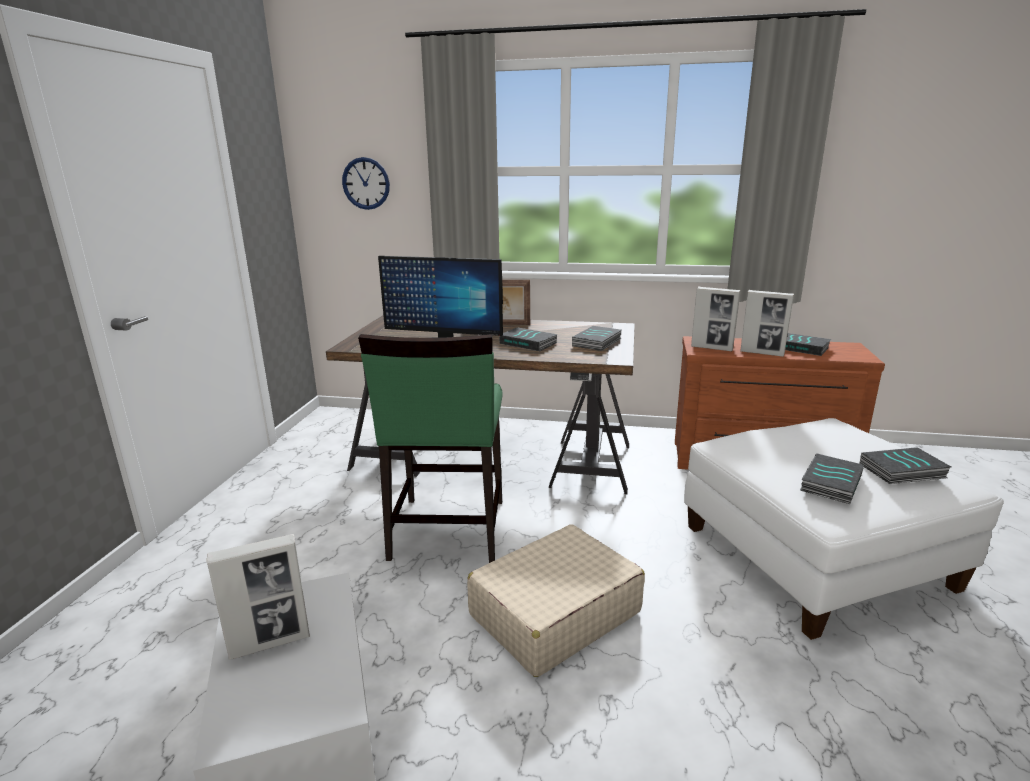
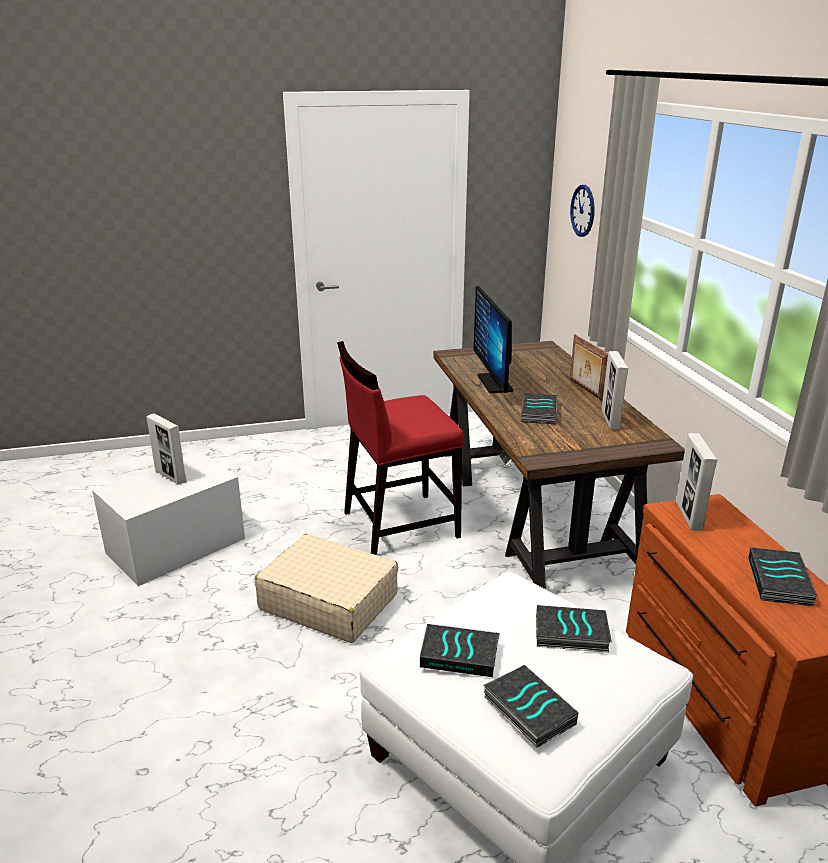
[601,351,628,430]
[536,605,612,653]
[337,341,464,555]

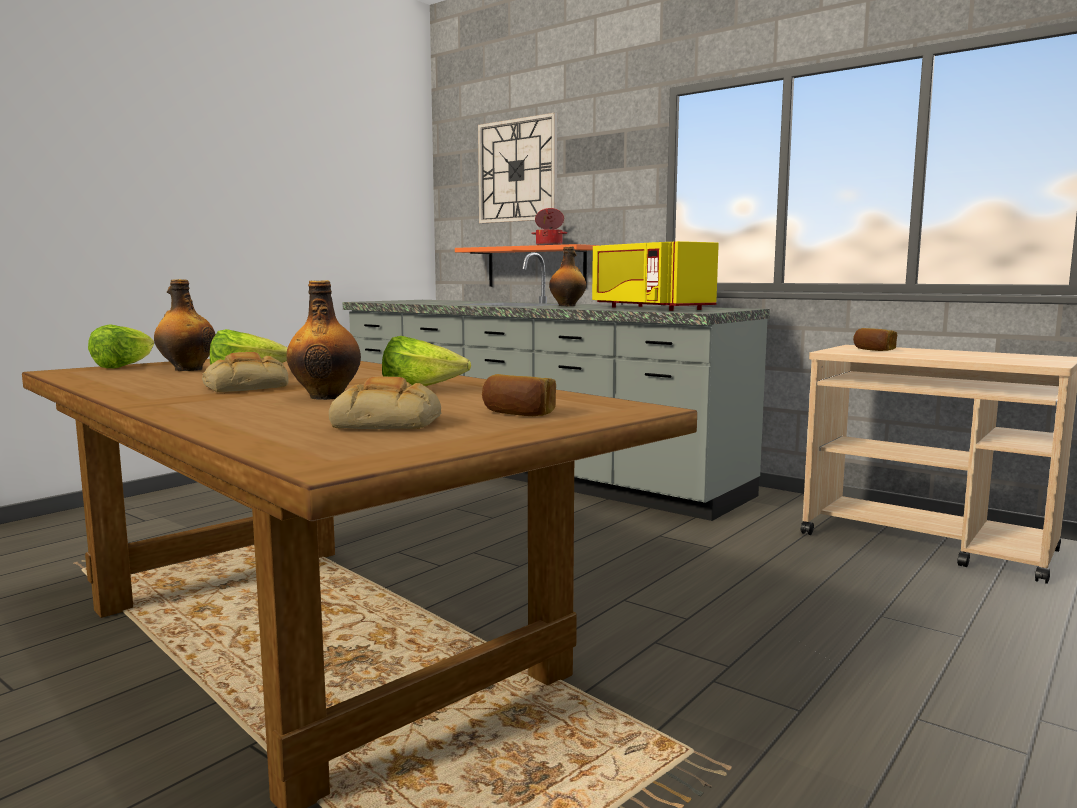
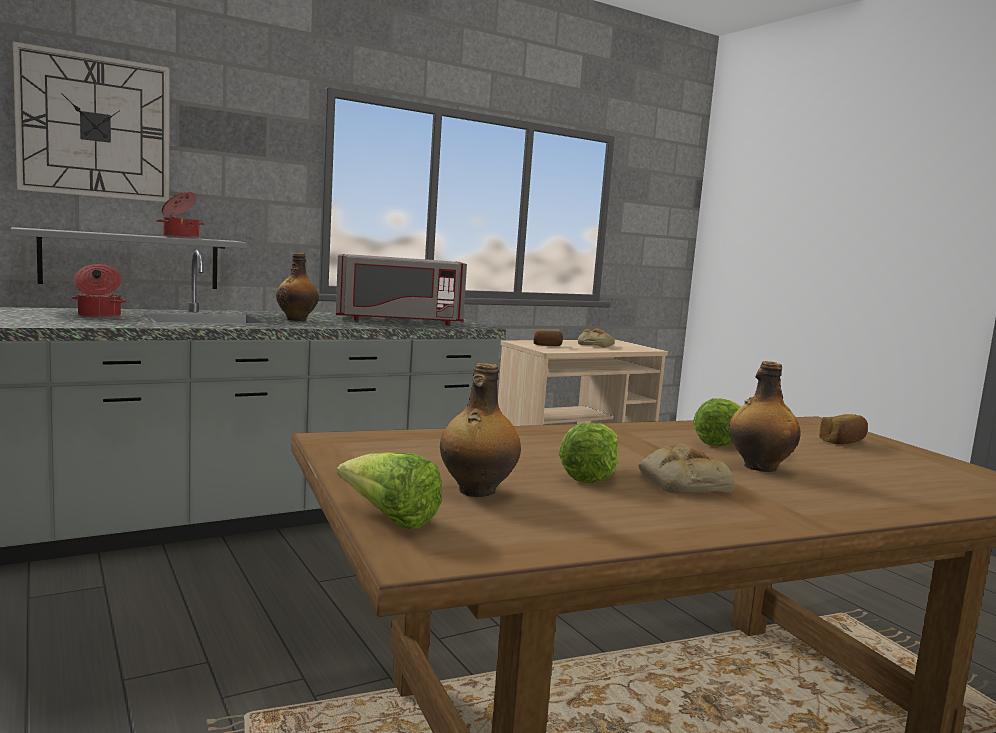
[336,254,467,325]
[11,227,247,289]
[578,328,615,347]
[72,264,126,318]

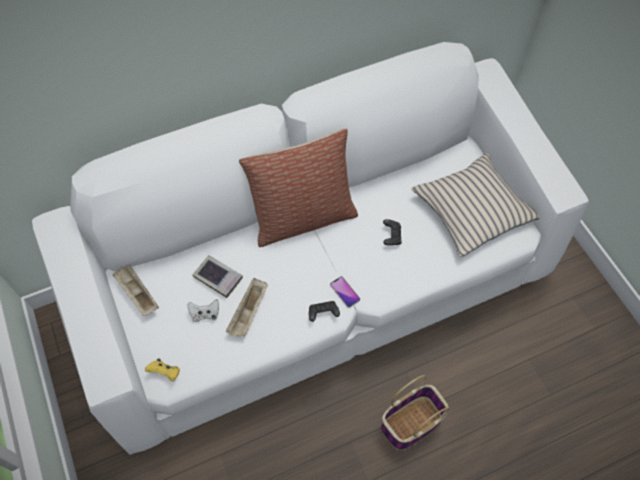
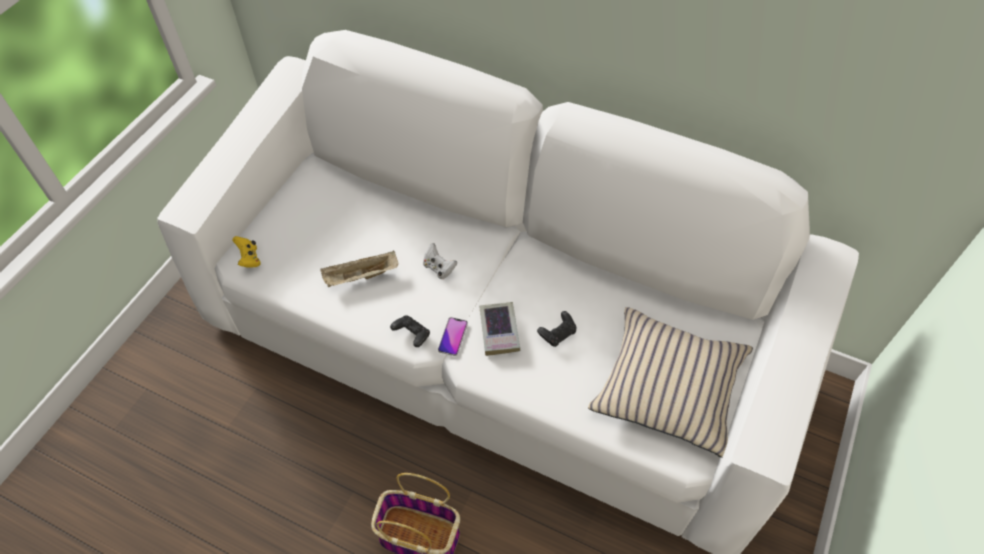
[239,128,358,247] (first image)
[479,302,520,356]
[113,264,159,316] (first image)
[423,243,457,279]

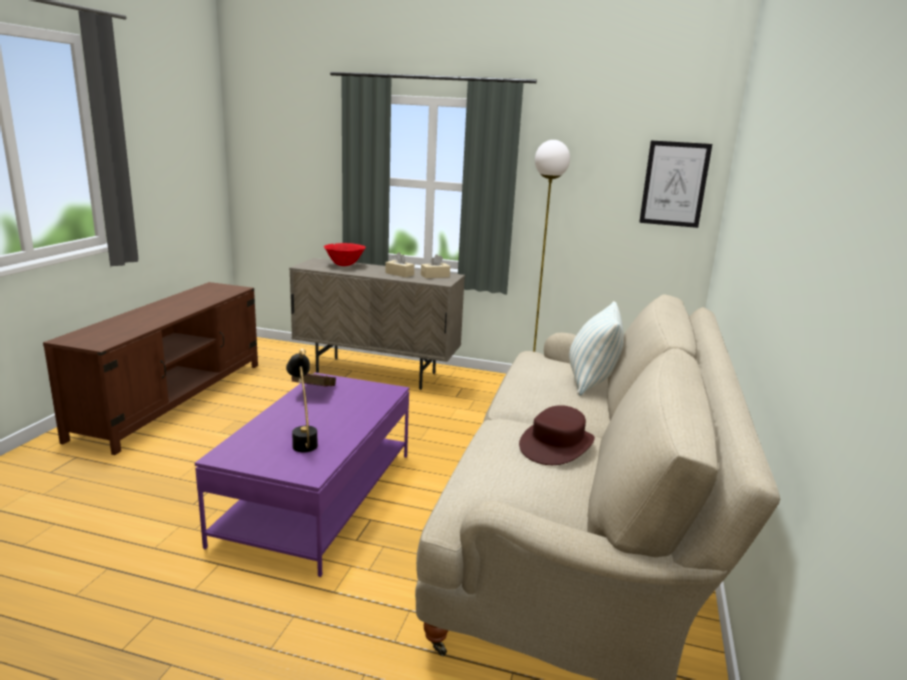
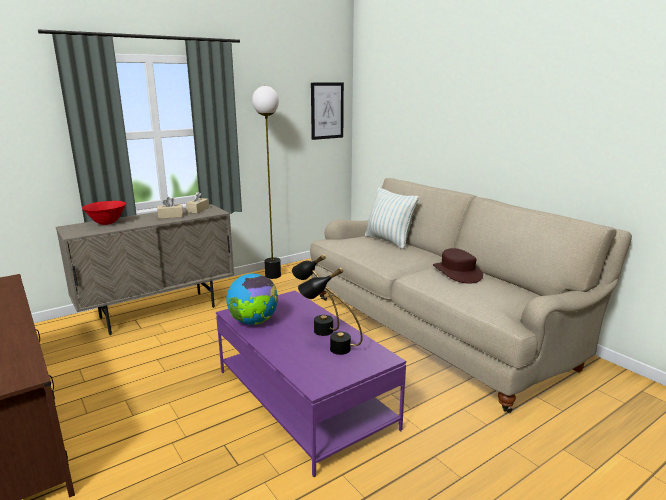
[226,274,278,325]
[292,254,339,336]

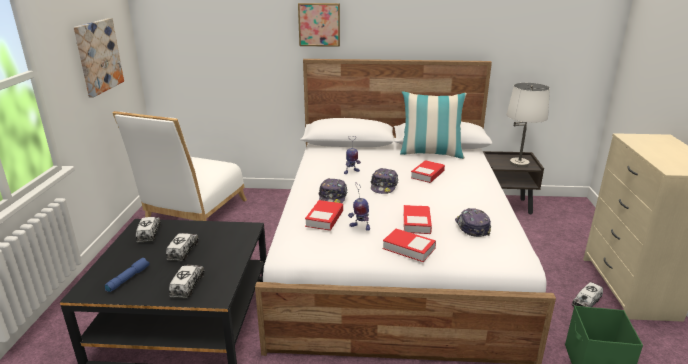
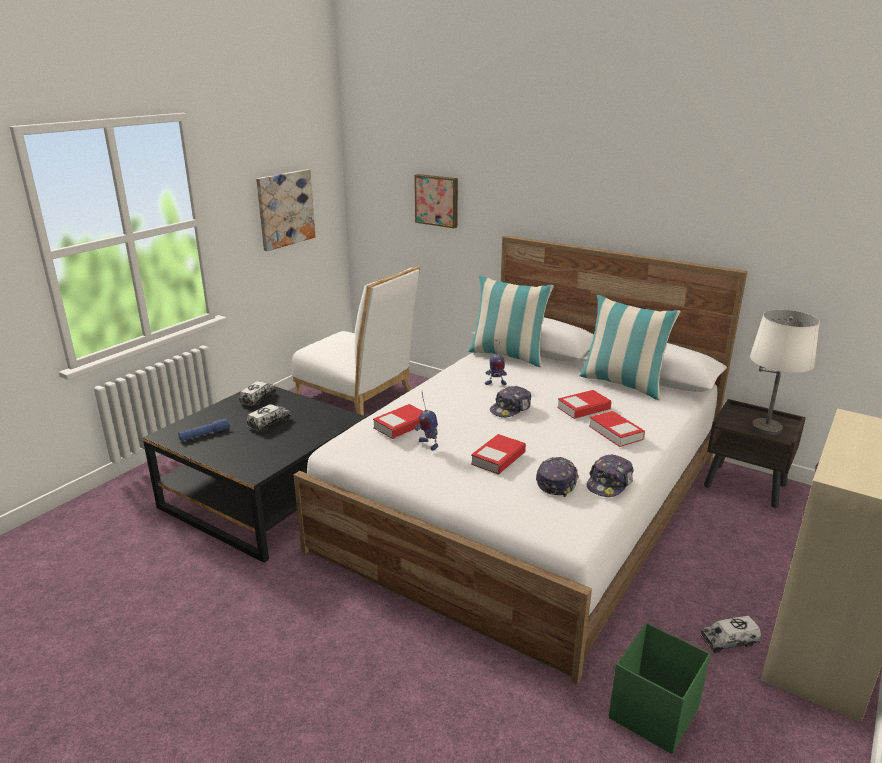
[414,174,458,228]
[292,266,420,416]
[587,454,634,497]
[589,411,645,447]
[169,265,205,298] (first image)
[469,275,554,367]

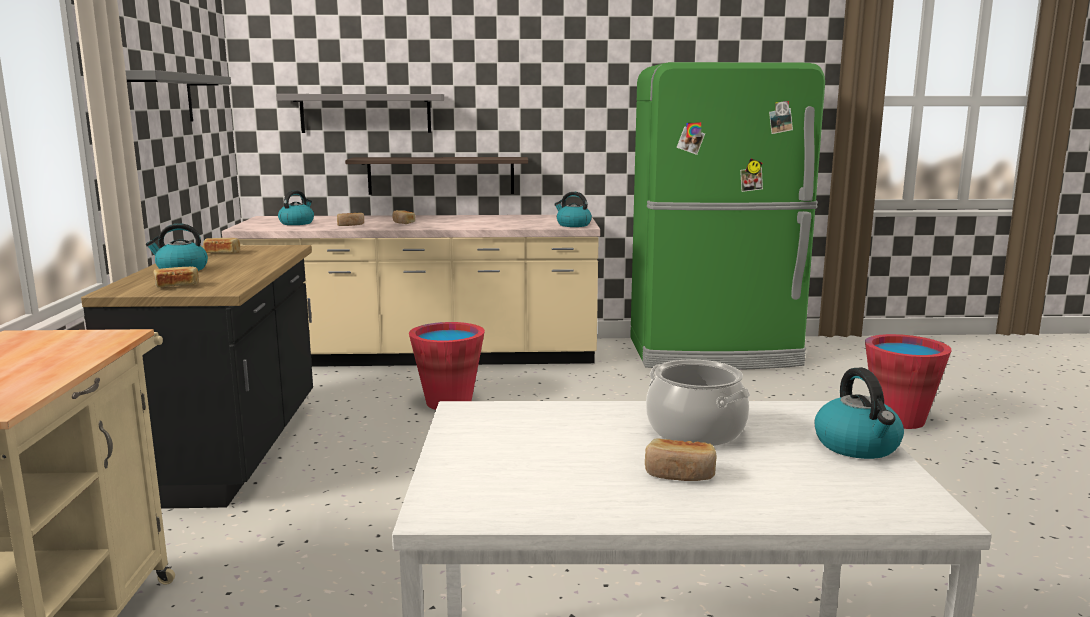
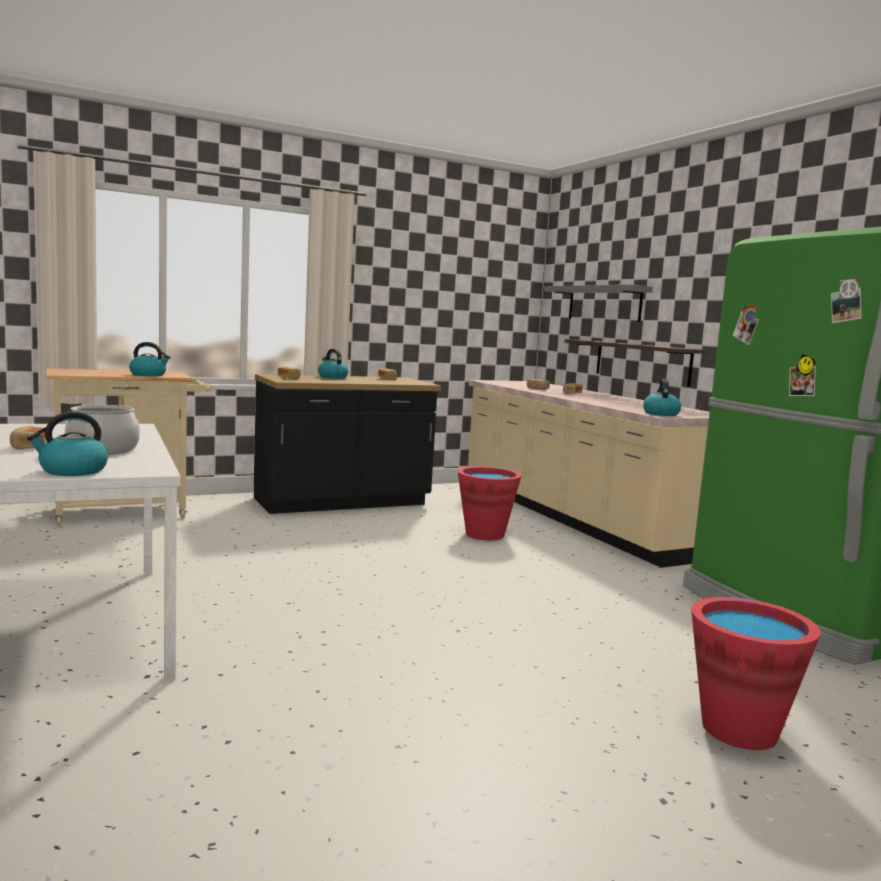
[125,70,231,121] (first image)
[129,342,170,377]

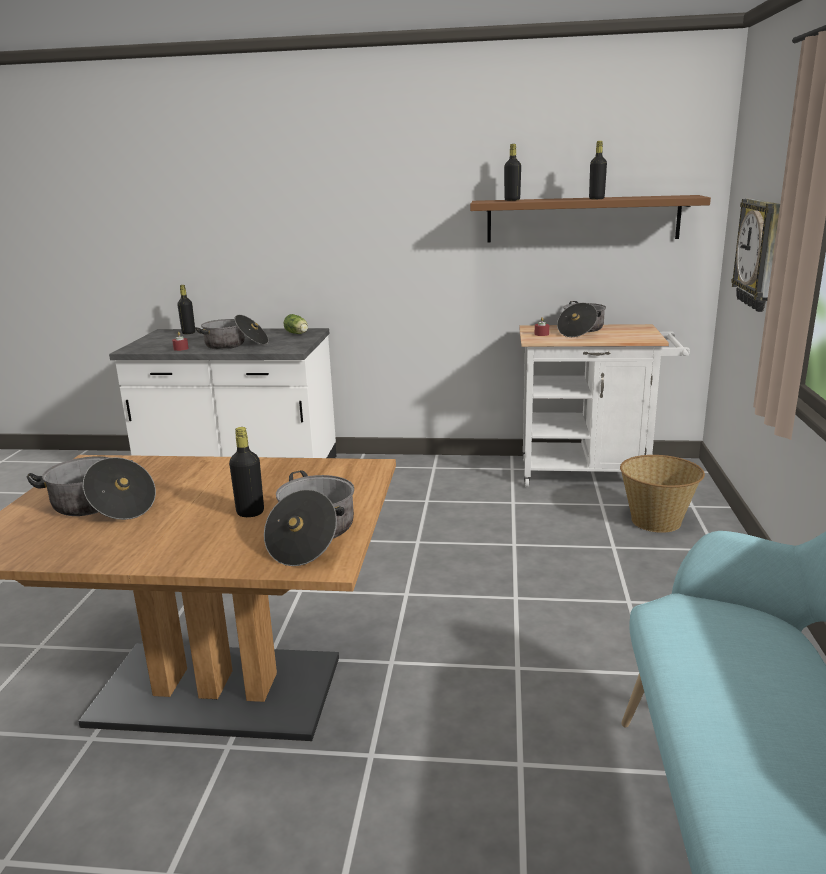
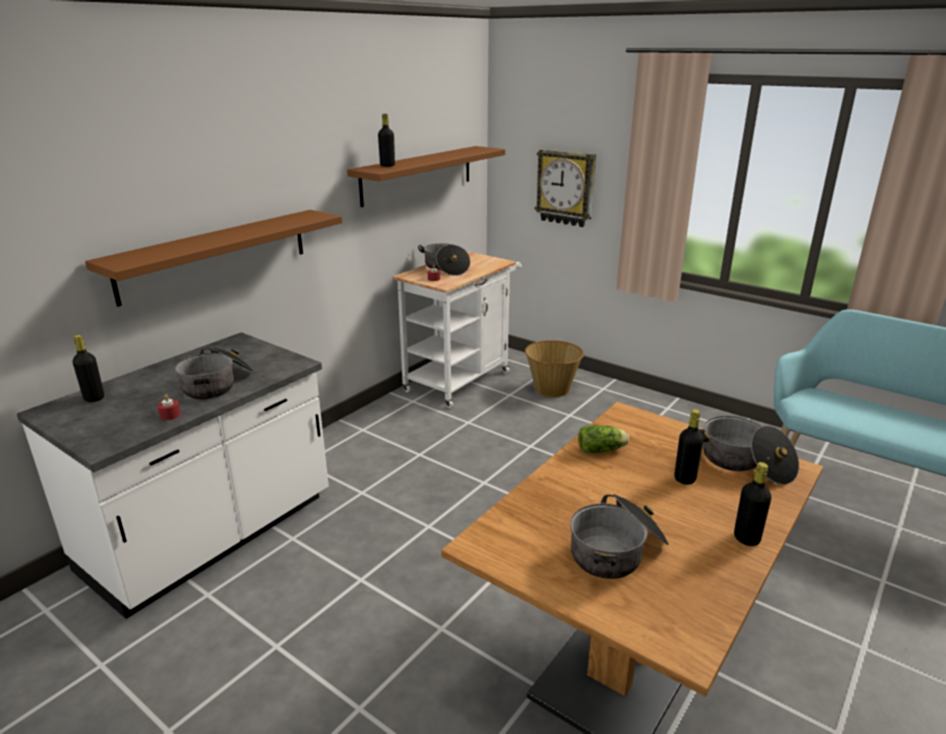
[734,462,772,546]
[578,425,629,453]
[85,210,342,307]

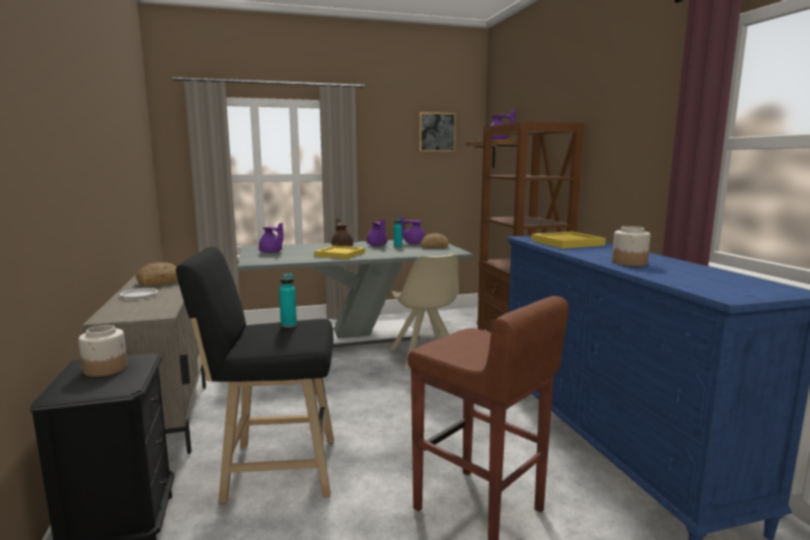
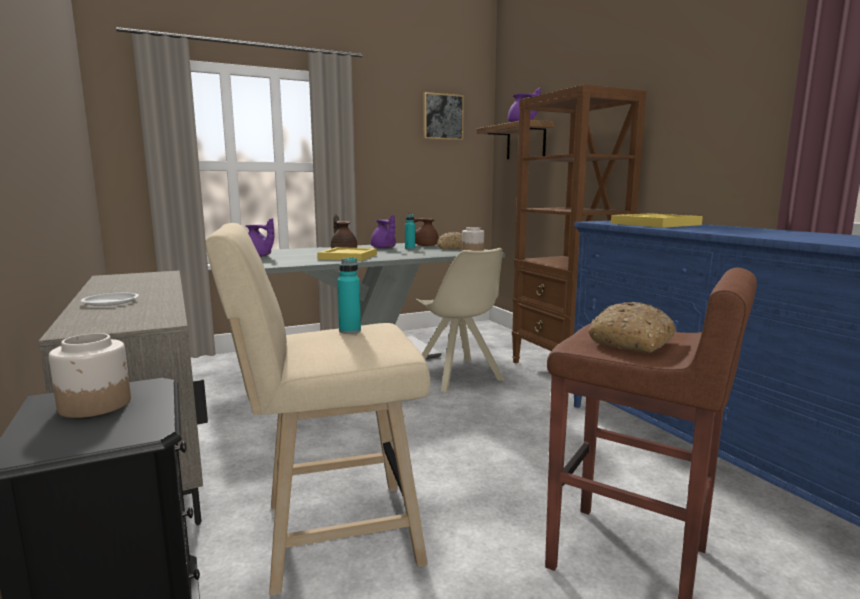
[408,213,439,246]
[462,227,484,251]
[206,223,430,596]
[589,302,675,353]

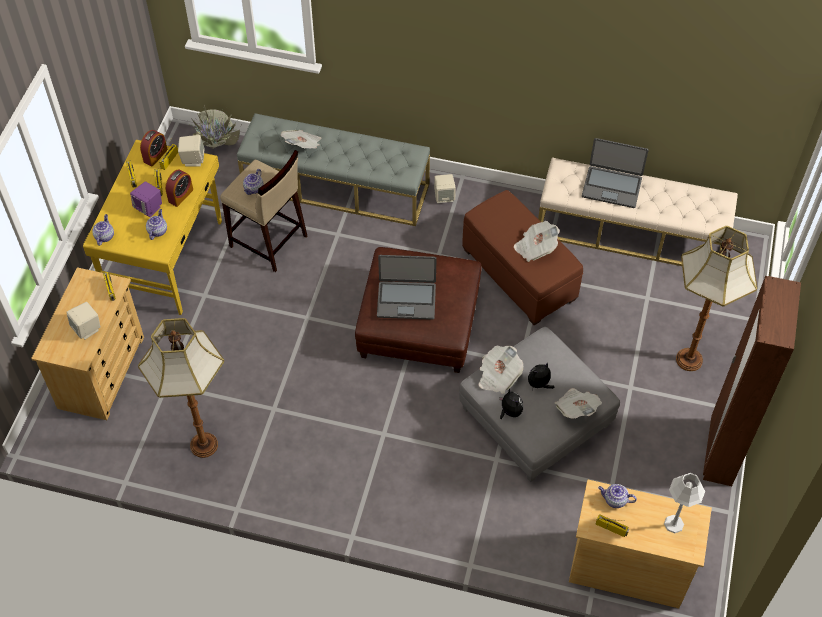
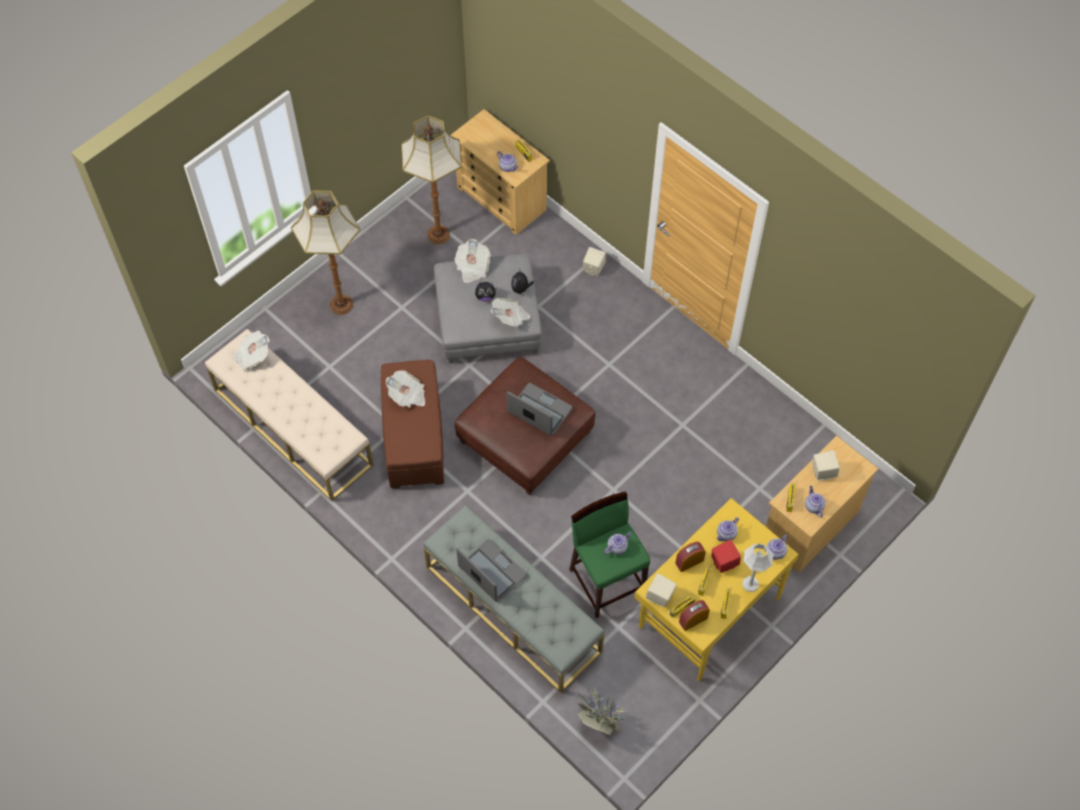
[232,331,270,371]
[456,539,527,602]
[569,491,650,618]
[583,247,606,276]
[711,540,741,573]
[703,276,801,486] (first image)
[401,116,462,244]
[742,544,773,592]
[805,486,826,518]

